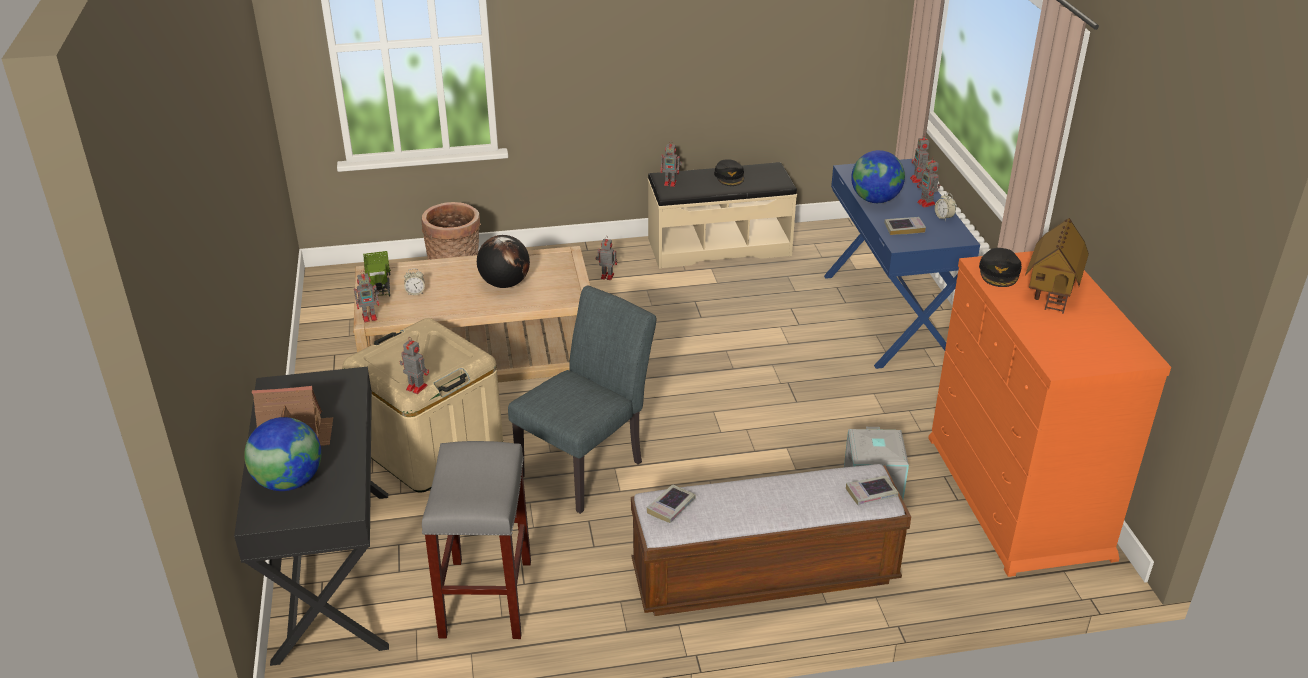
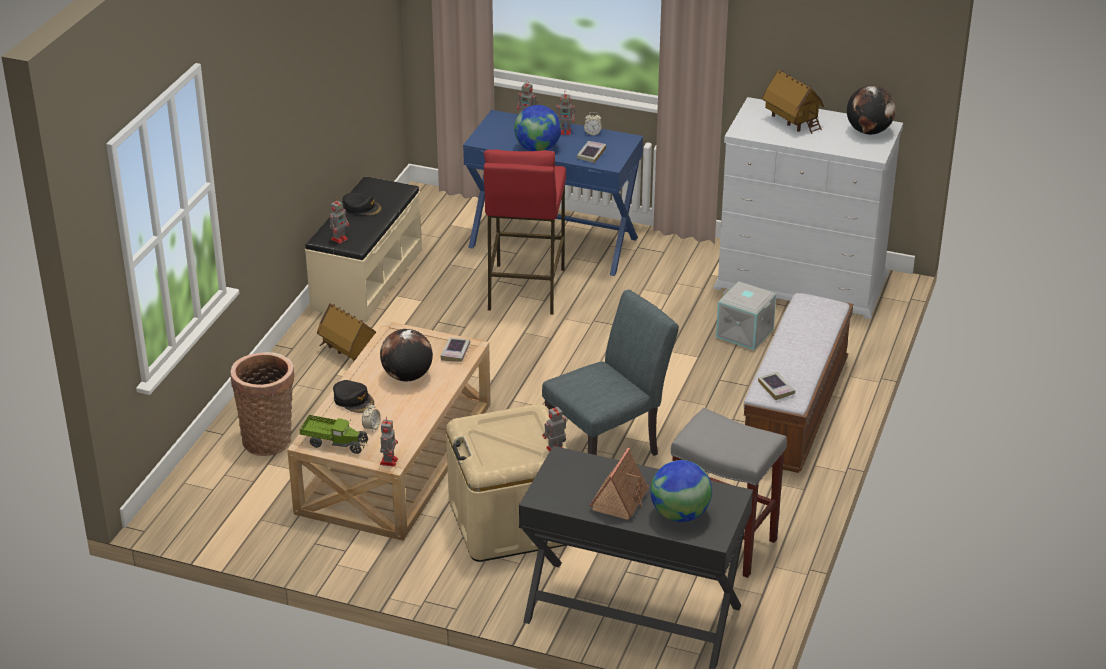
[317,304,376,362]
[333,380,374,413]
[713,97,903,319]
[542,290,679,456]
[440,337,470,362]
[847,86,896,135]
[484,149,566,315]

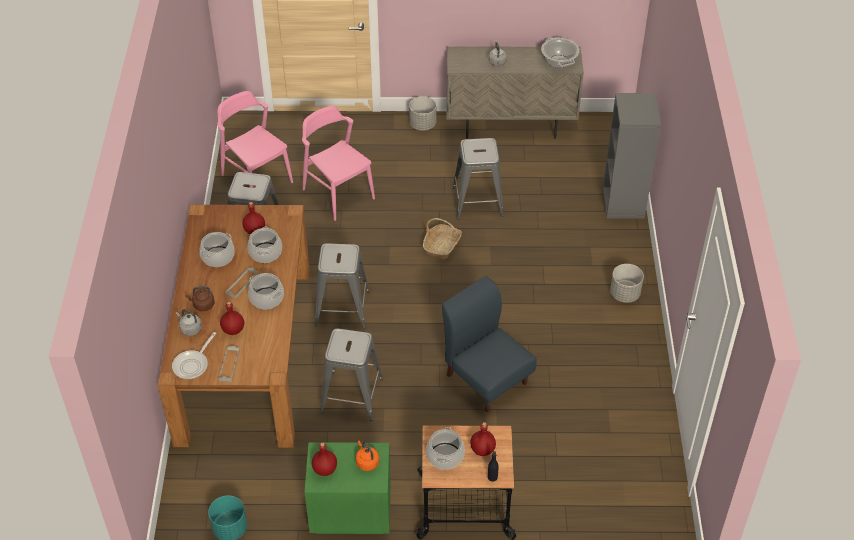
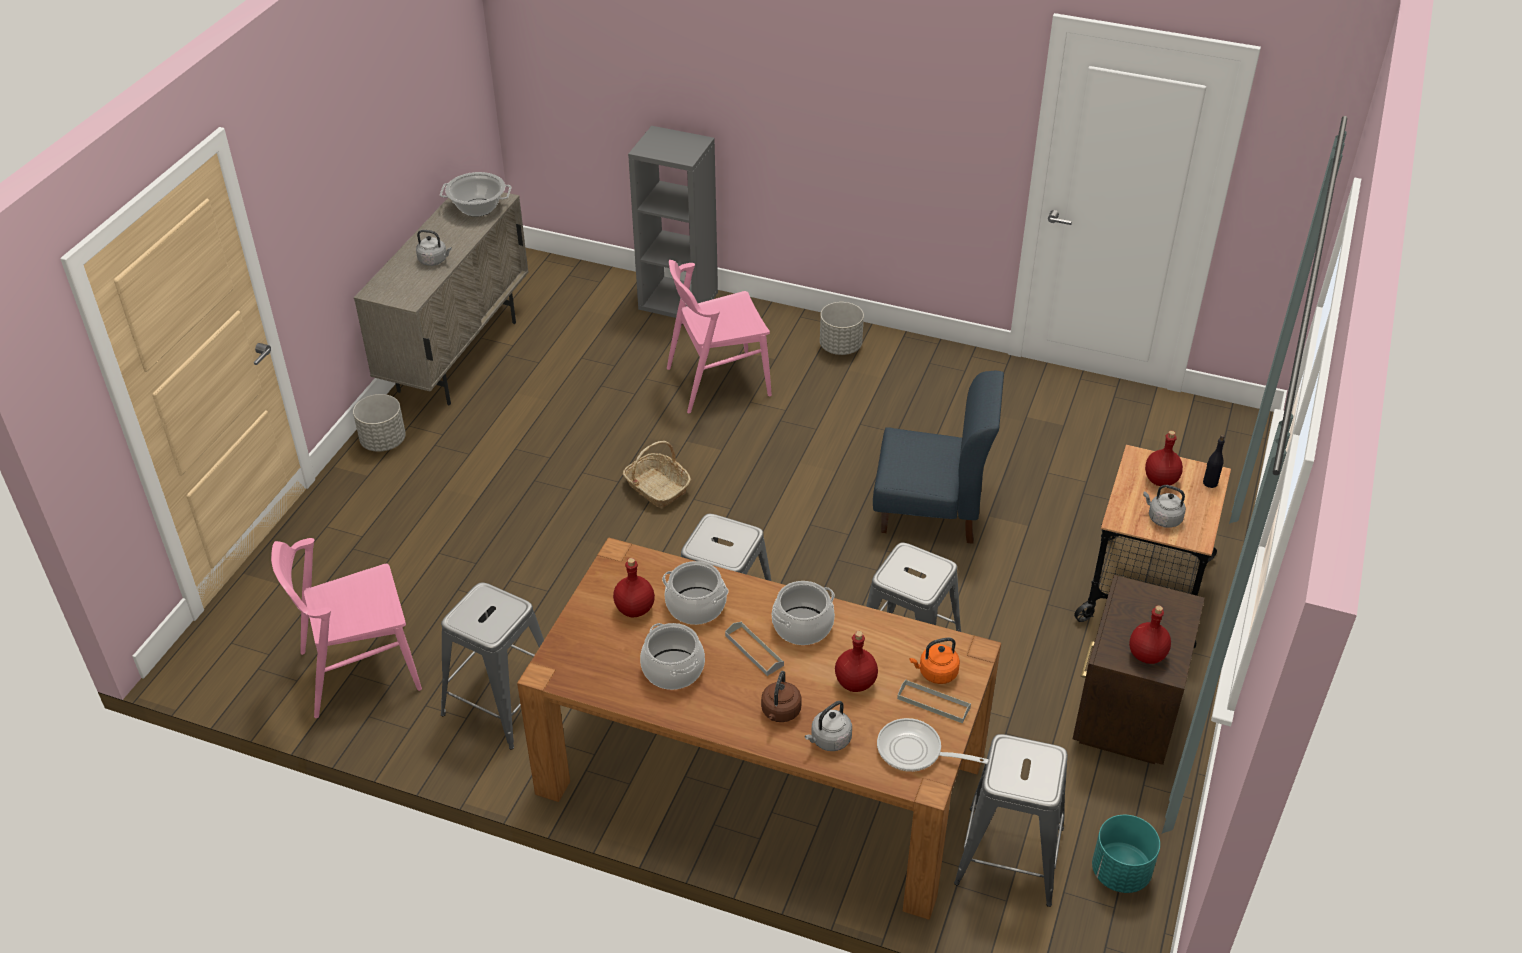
[667,260,772,413]
[954,734,1068,907]
[873,371,1004,544]
[877,718,989,772]
[1143,485,1186,528]
[909,637,960,684]
[1073,575,1205,765]

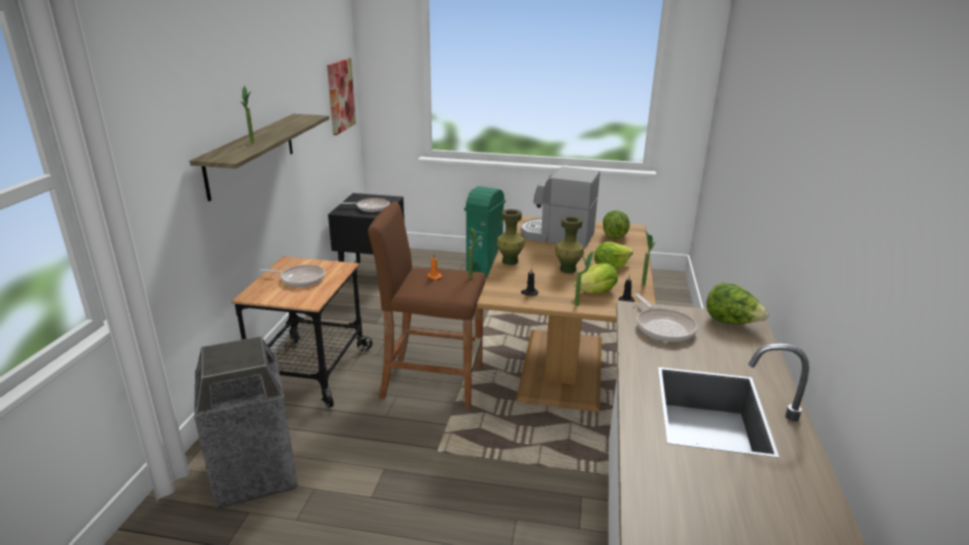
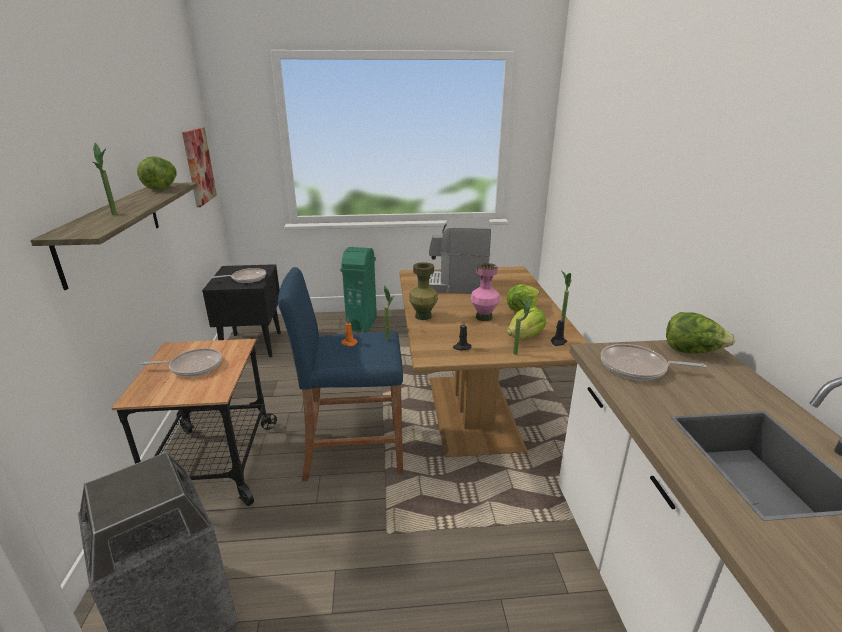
[278,267,403,482]
[137,156,177,190]
[470,263,500,321]
[601,344,706,380]

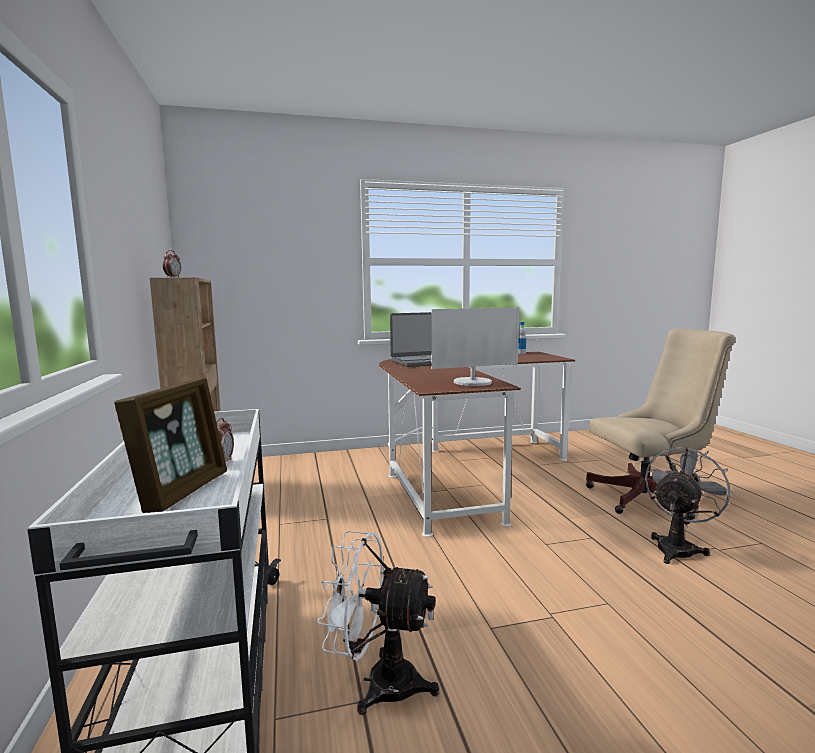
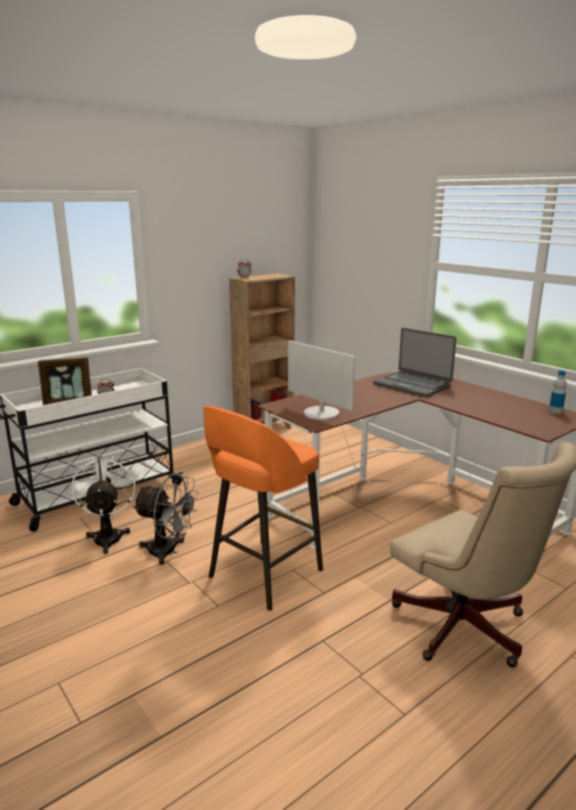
[133,473,199,565]
[203,406,323,611]

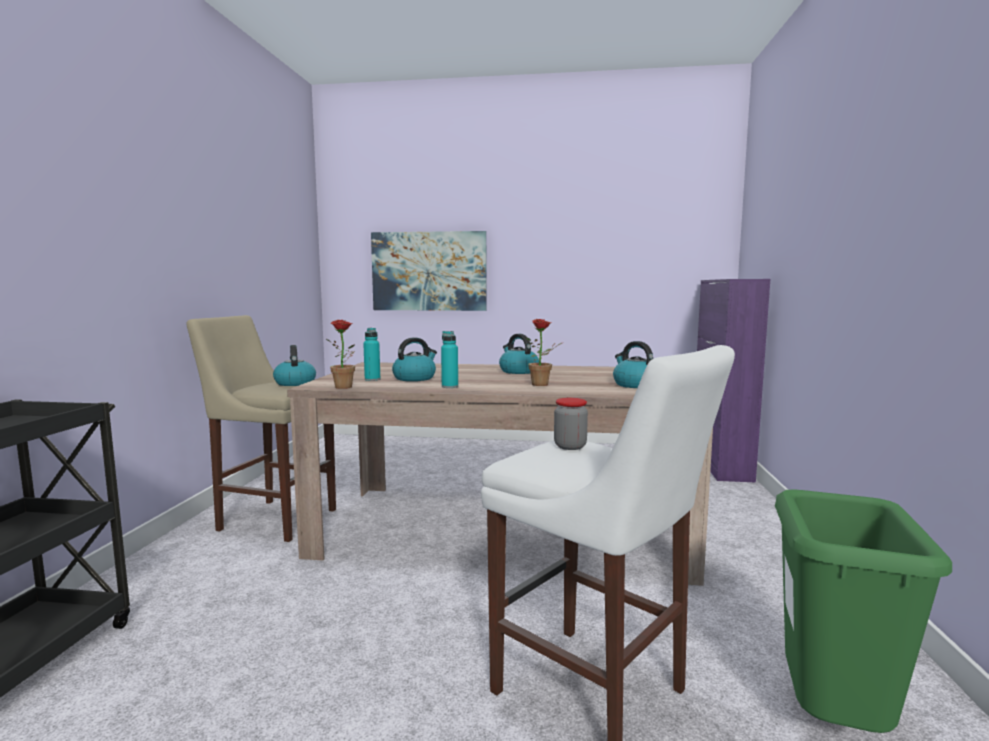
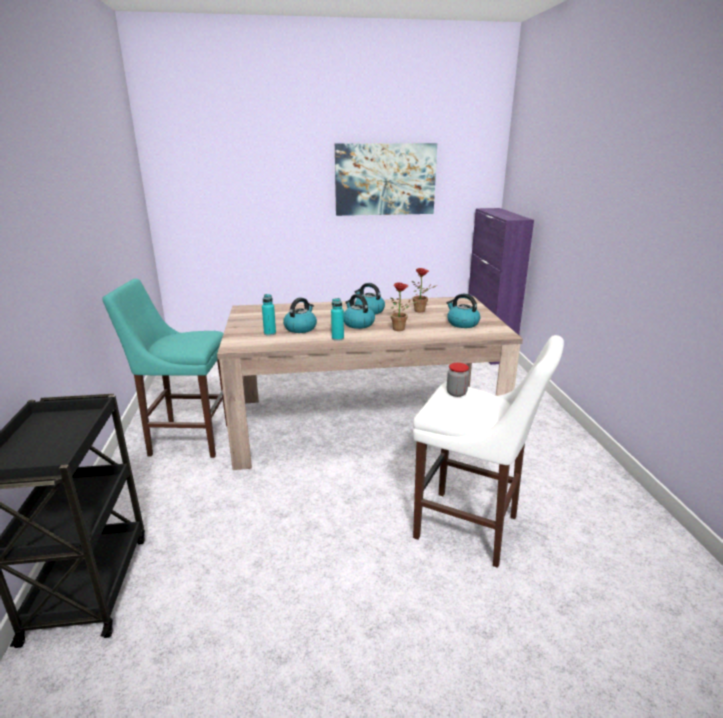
[335,143,437,216]
[102,279,227,458]
[412,268,437,312]
[344,294,375,329]
[775,489,952,733] (first image)

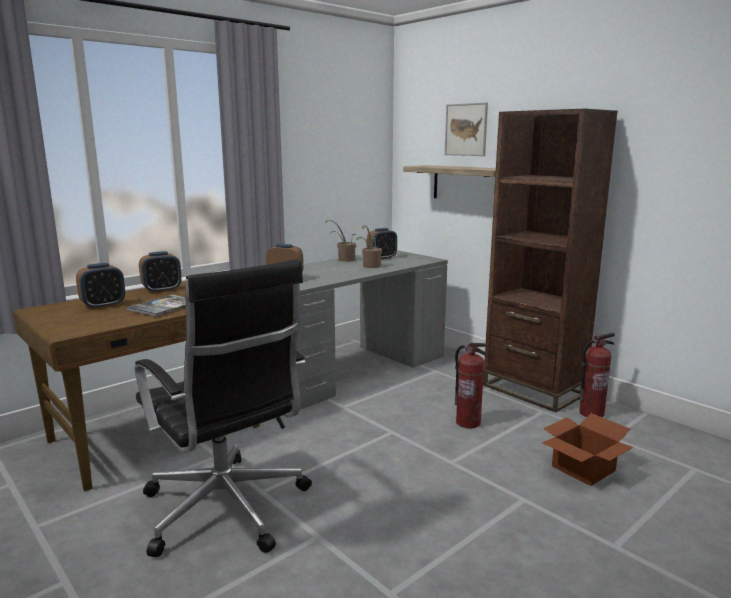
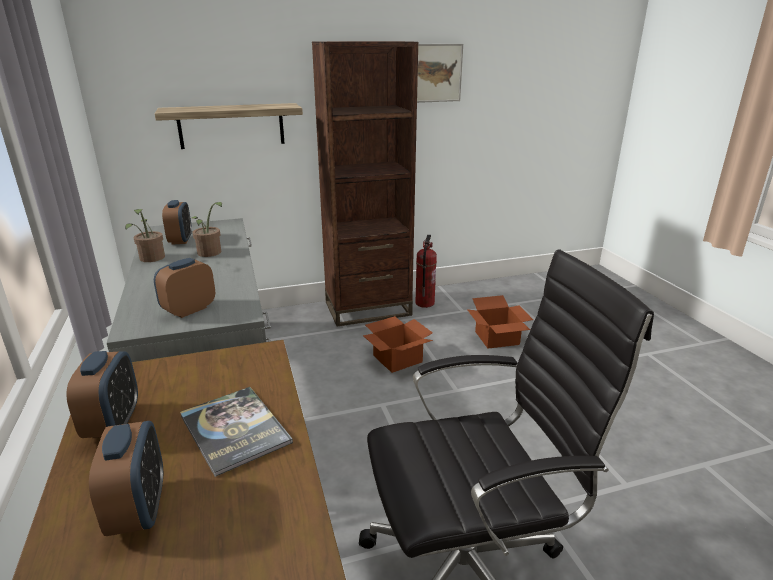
[417,44,463,103]
[363,316,433,373]

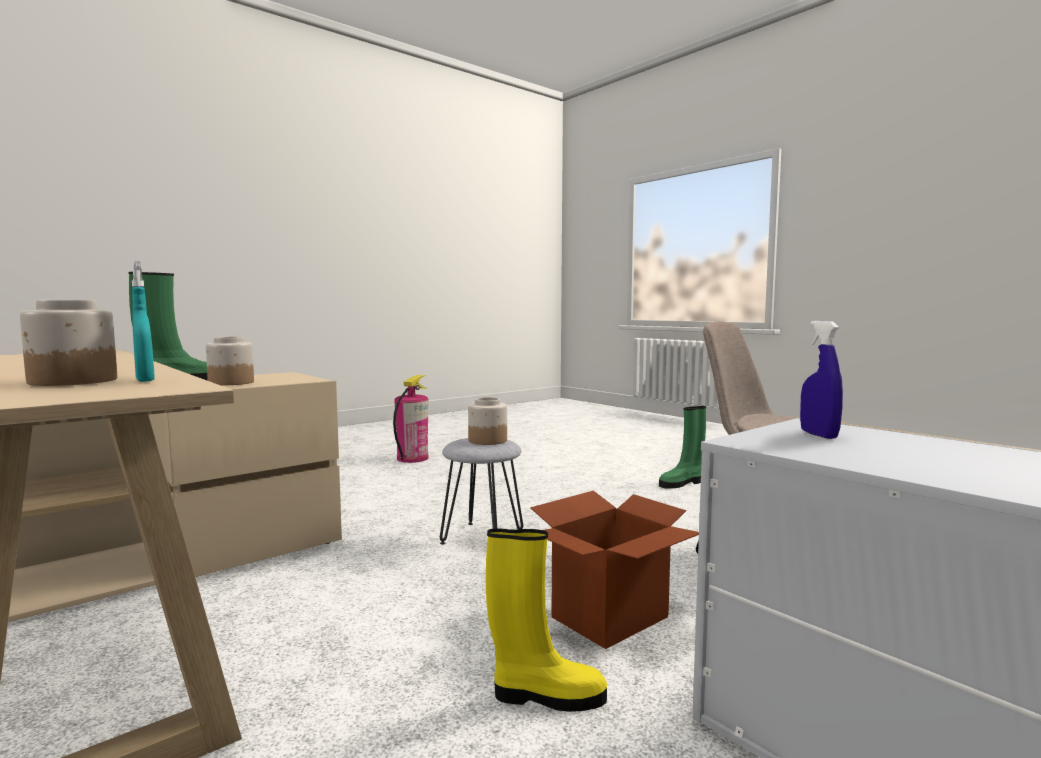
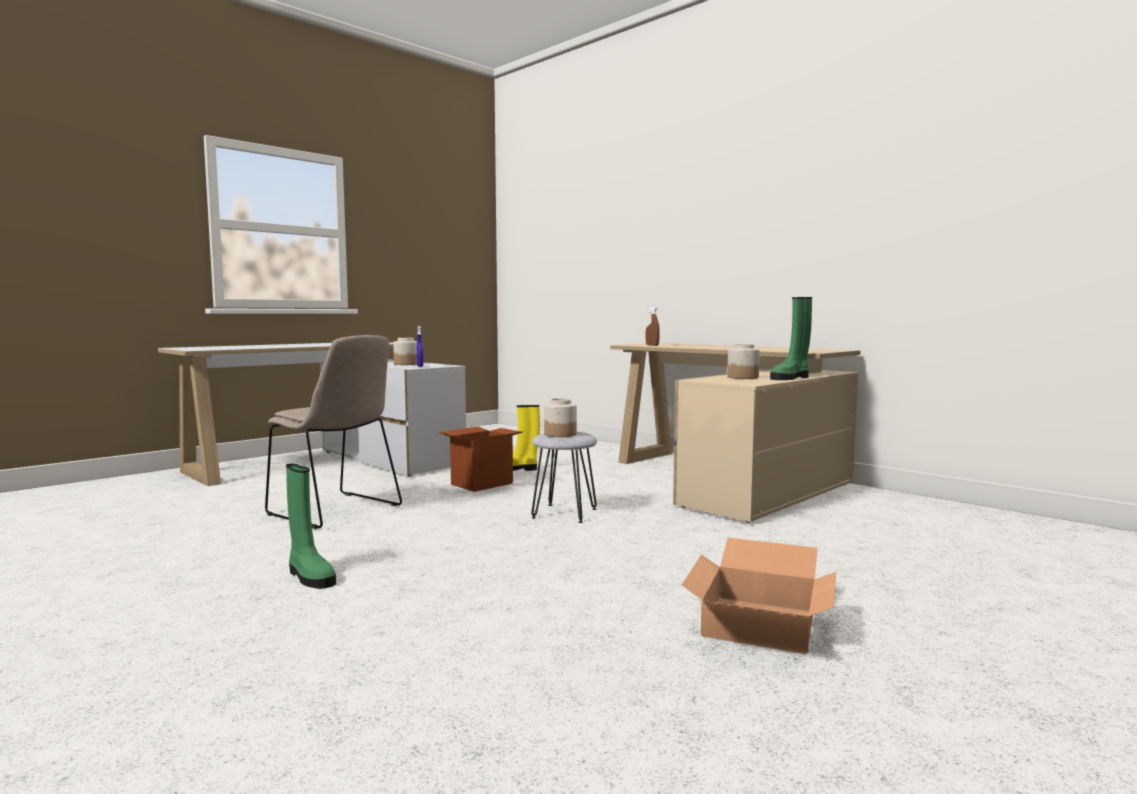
[645,306,660,346]
[393,338,417,365]
[682,538,836,654]
[286,464,336,589]

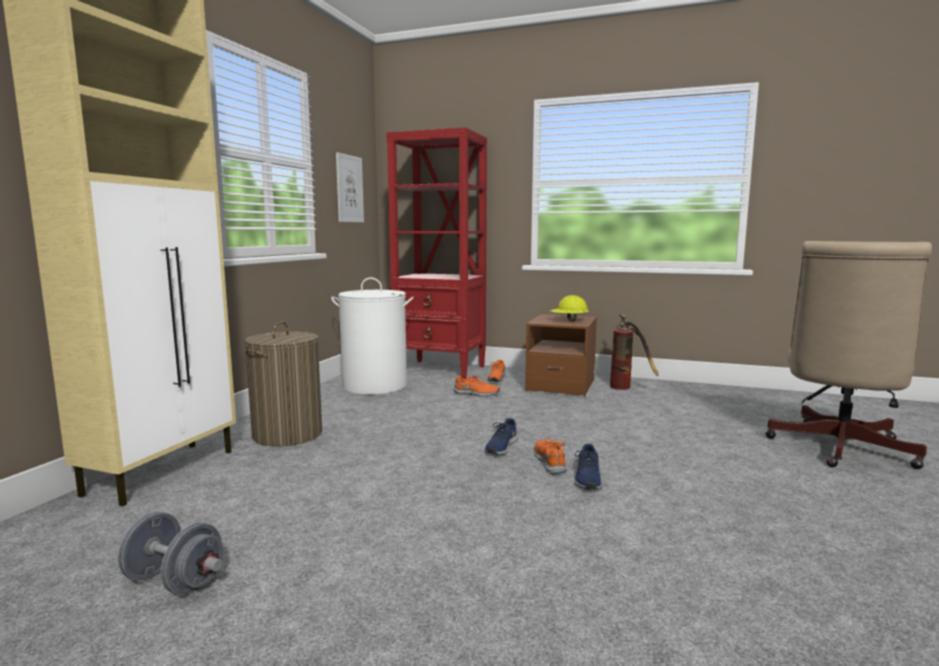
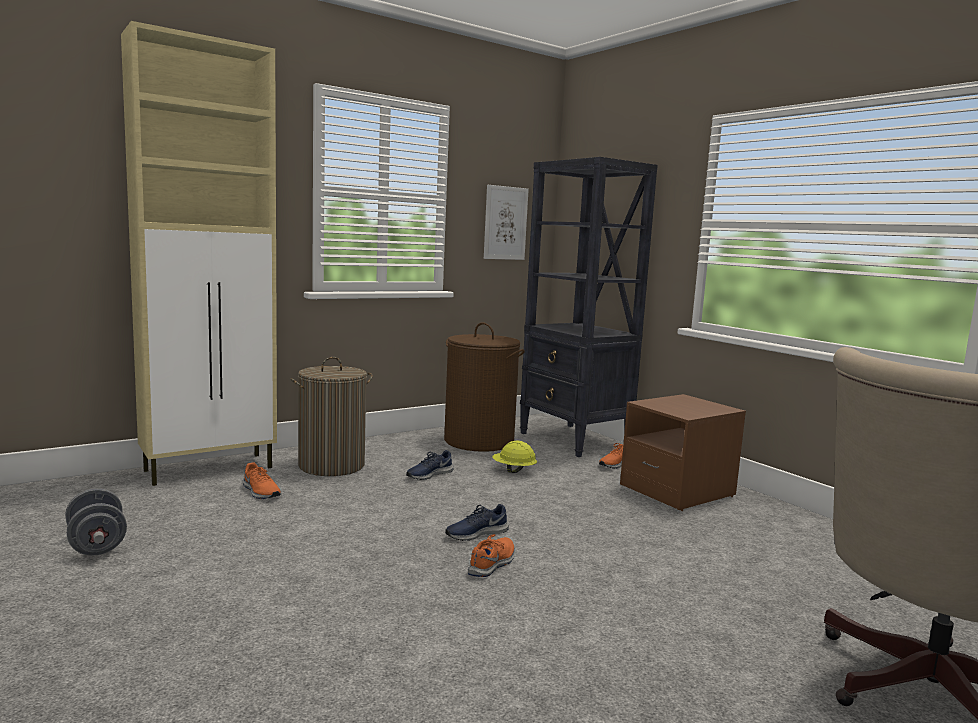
[520,157,658,457]
[444,322,525,452]
[492,441,537,473]
[610,314,659,390] (first image)
[243,462,281,499]
[406,450,454,480]

